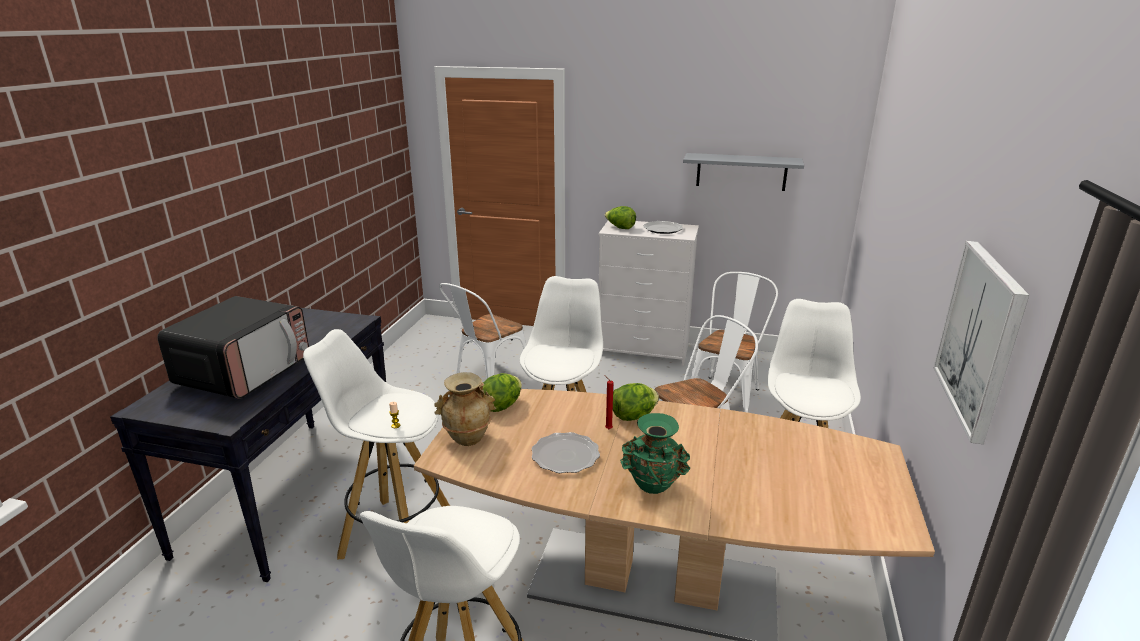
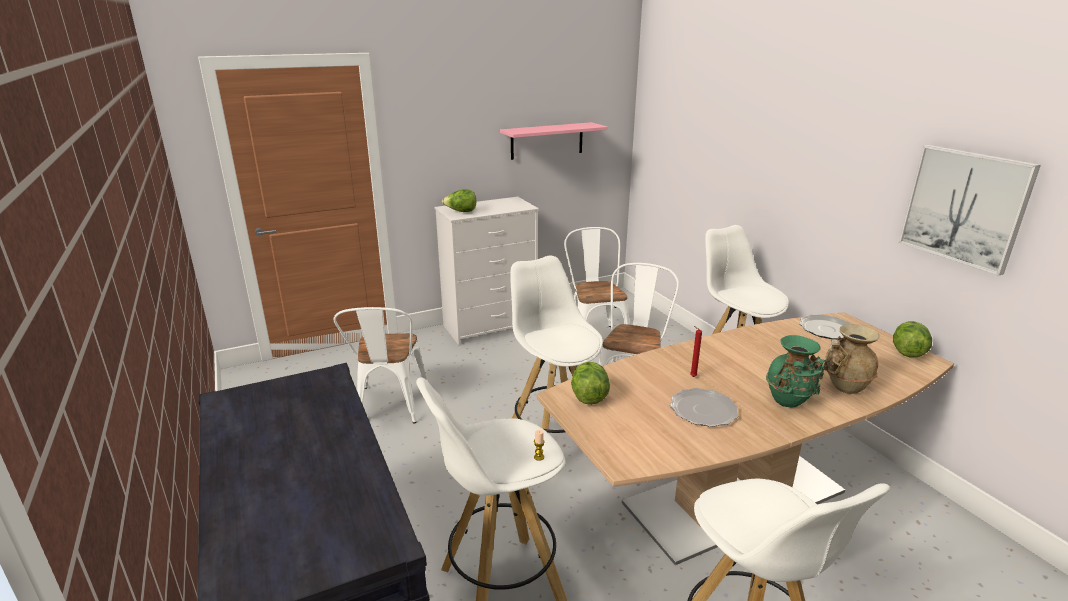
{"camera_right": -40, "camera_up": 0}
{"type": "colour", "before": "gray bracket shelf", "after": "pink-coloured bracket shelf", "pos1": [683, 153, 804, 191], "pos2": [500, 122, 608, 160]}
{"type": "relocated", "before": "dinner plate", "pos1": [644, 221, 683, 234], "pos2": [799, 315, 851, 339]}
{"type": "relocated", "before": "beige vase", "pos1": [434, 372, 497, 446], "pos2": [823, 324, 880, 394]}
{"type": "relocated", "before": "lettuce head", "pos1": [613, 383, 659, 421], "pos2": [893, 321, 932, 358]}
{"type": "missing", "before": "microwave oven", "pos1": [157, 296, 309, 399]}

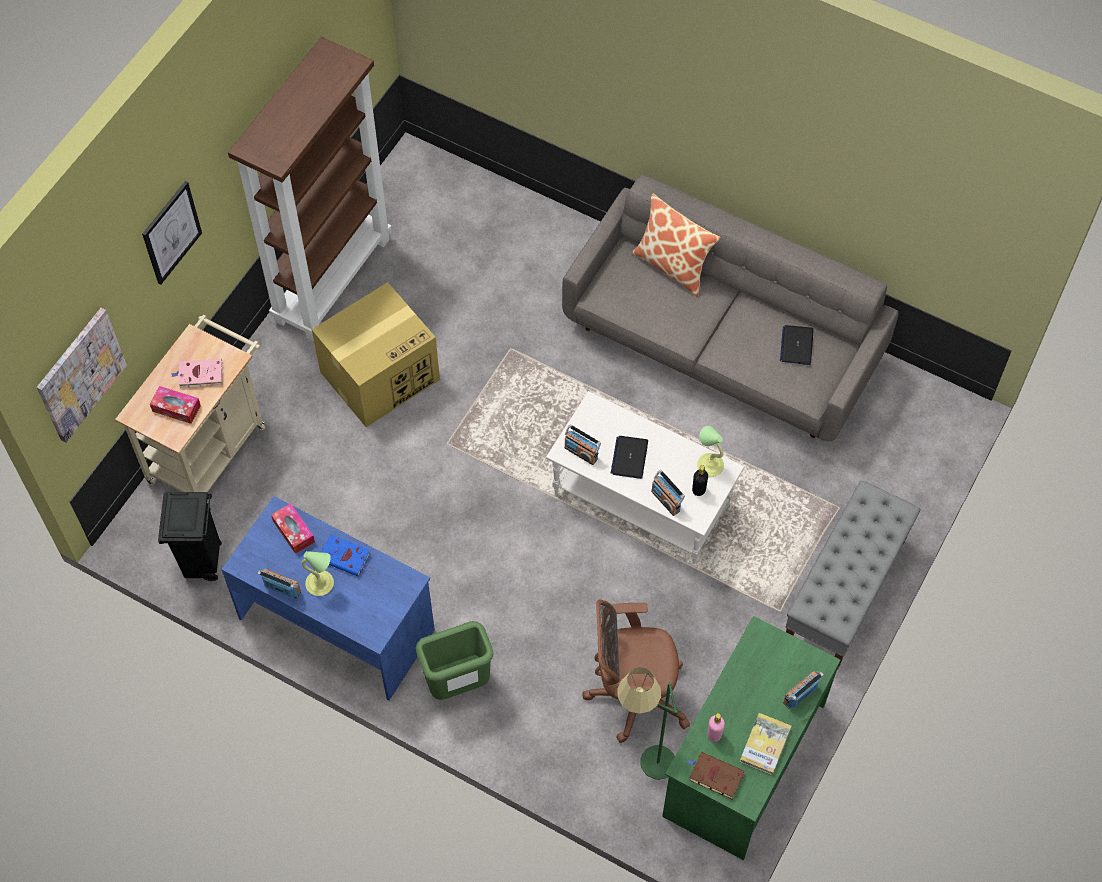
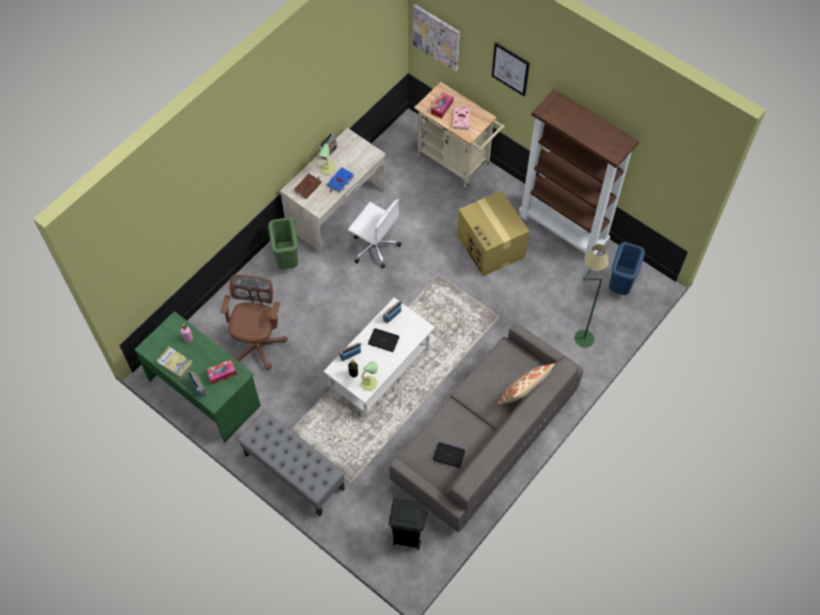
{"camera_right": 100, "camera_up": 0}
{"type": "relocated", "before": "box of tissues", "pos1": [271, 503, 315, 554], "pos2": [206, 359, 237, 385]}
{"type": "colour", "before": "blue-coloured desk table", "after": "beige desk table", "pos1": [221, 496, 435, 700], "pos2": [280, 128, 386, 253]}
{"type": "relocated", "before": "brown bound book", "pos1": [687, 752, 744, 799], "pos2": [294, 174, 322, 199]}
{"type": "appeared", "after": "white office chair", "pos2": [348, 199, 401, 268]}
{"type": "relocated", "before": "black rubbish bin", "pos1": [158, 492, 222, 581], "pos2": [388, 498, 428, 550]}
{"type": "relocated", "before": "greenish floor lamp", "pos1": [617, 667, 678, 780], "pos2": [574, 244, 609, 348]}
{"type": "appeared", "after": "blue-coloured rubbish bin", "pos2": [609, 242, 645, 295]}

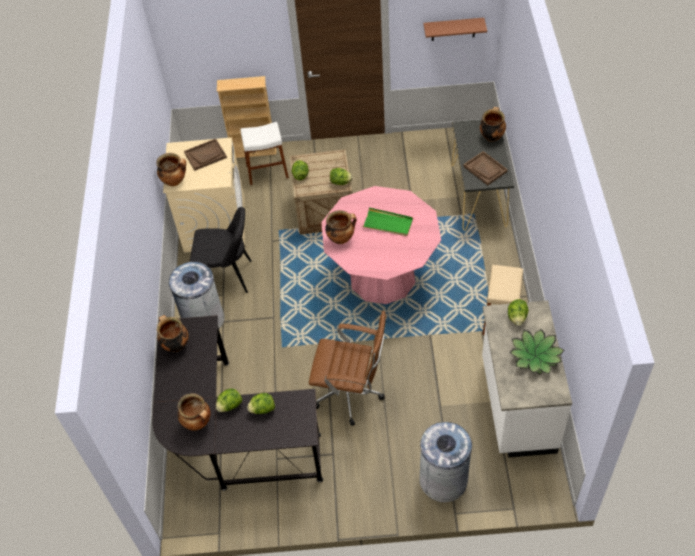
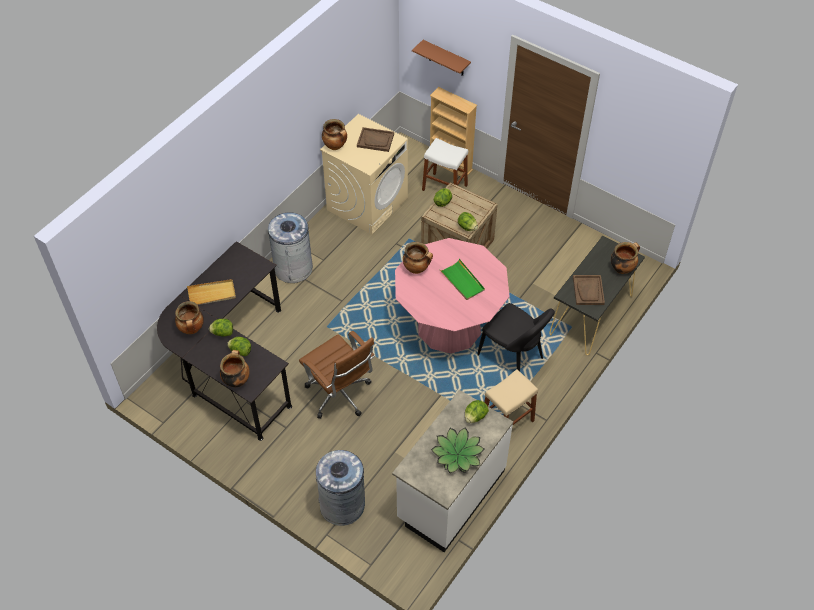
{"camera_right": 35, "camera_up": 0}
{"type": "appeared", "after": "beige serving tray", "pos2": [187, 279, 236, 305]}
{"type": "relocated", "before": "saucepot", "pos1": [157, 315, 189, 352], "pos2": [220, 350, 250, 387]}
{"type": "relocated", "before": "brown bracket shelf", "pos1": [423, 18, 487, 41], "pos2": [412, 40, 471, 76]}
{"type": "relocated", "before": "black chair", "pos1": [190, 207, 252, 293], "pos2": [477, 303, 555, 371]}

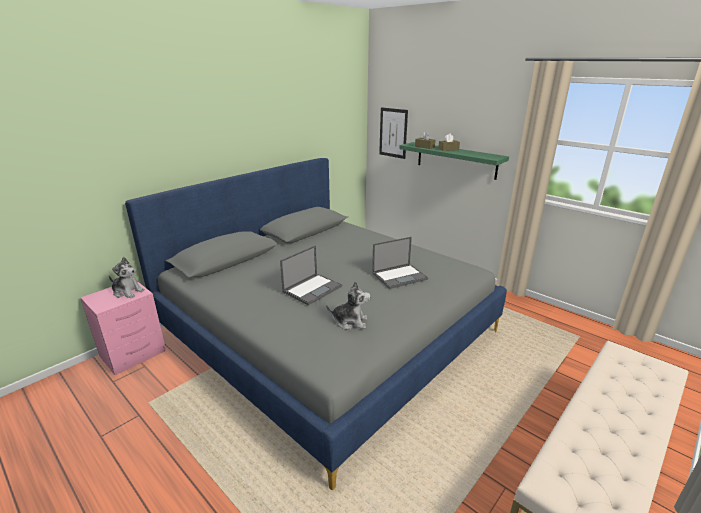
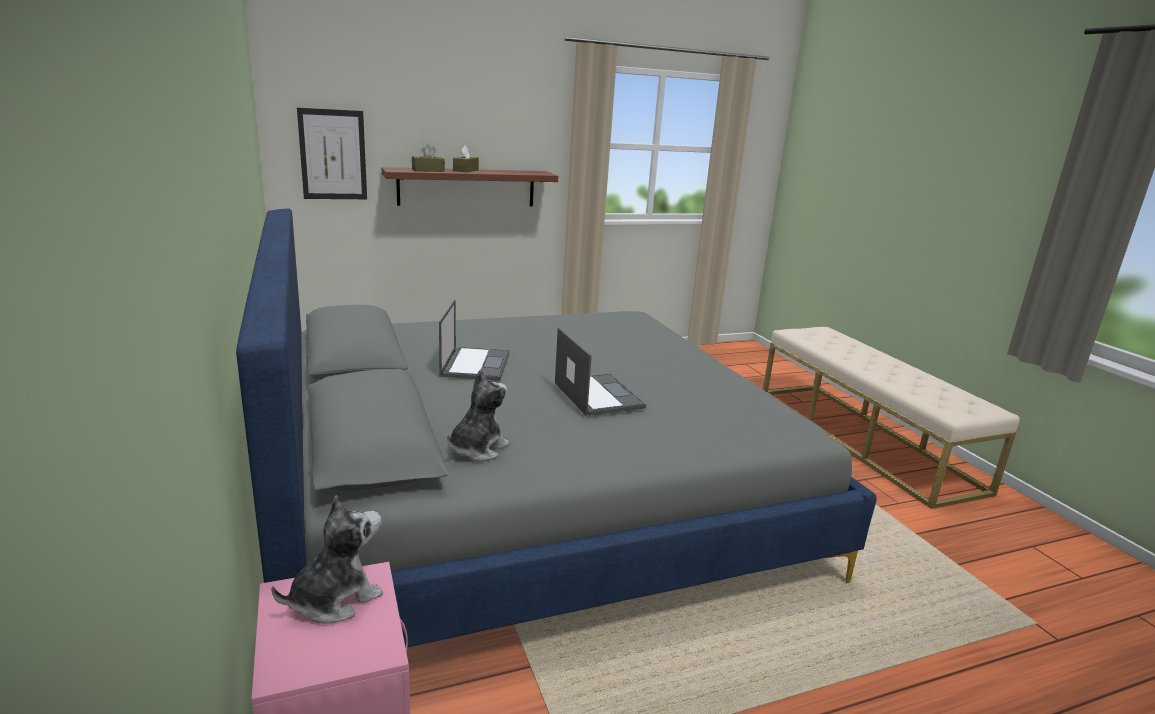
{"camera_right": -65, "camera_up": -5}
{"type": "colour", "before": "greenish bracket shelf", "after": "brown bracket shelf", "pos1": [399, 142, 509, 180], "pos2": [381, 167, 558, 207]}
{"type": "relocated", "before": "notebook computer", "pos1": [372, 237, 428, 289], "pos2": [439, 300, 509, 381]}
{"type": "relocated", "before": "plush toy", "pos1": [326, 281, 371, 330], "pos2": [447, 370, 510, 462]}

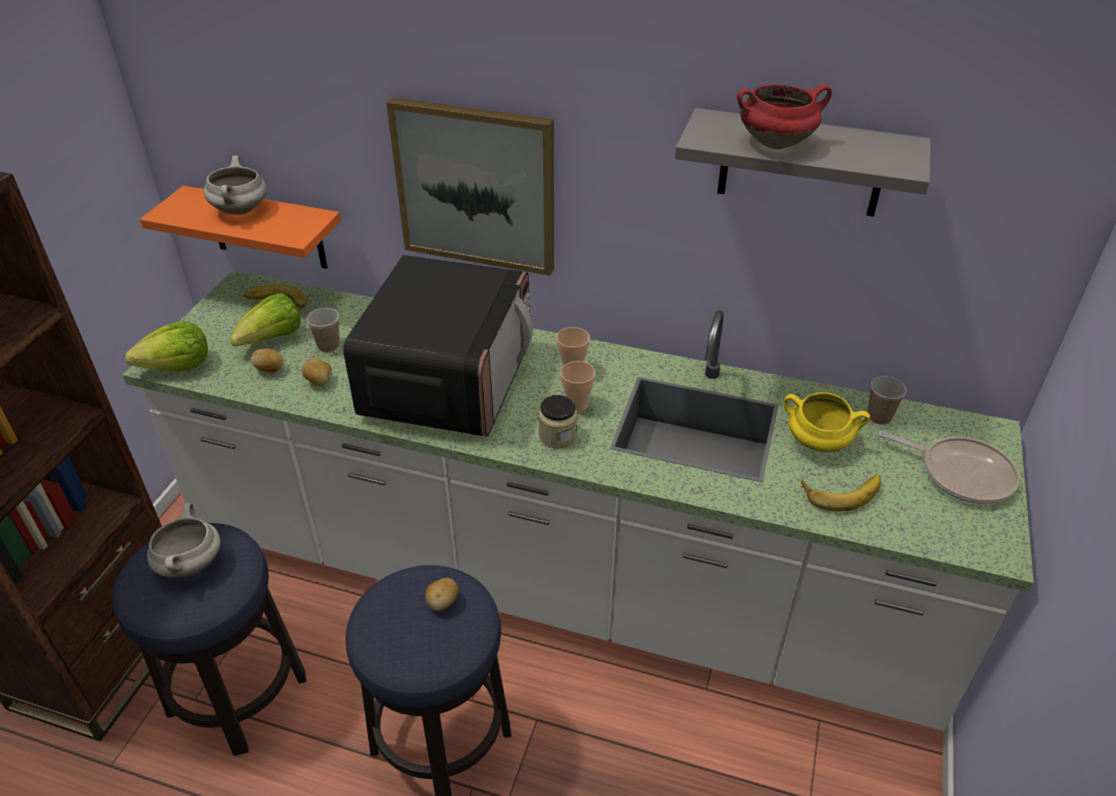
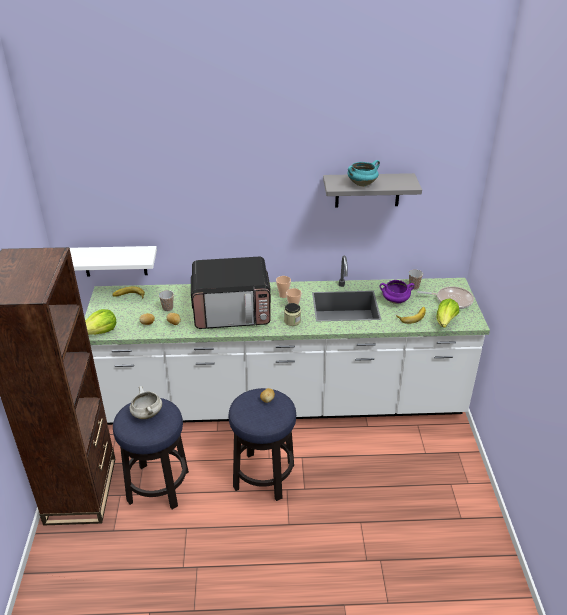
{"camera_right": -20, "camera_up": -5}
{"type": "colour", "before": "orangey bracket shelf", "after": "white bracket shelf", "pos1": [140, 185, 341, 269], "pos2": [70, 246, 157, 277]}
{"type": "spun", "before": "microwave oven", "pos1": [343, 255, 533, 437], "pos2": [191, 257, 271, 329], "turn": 90}
{"type": "colour", "before": "red-coloured saucepot", "after": "turquoise saucepot", "pos1": [737, 84, 832, 149], "pos2": [347, 160, 380, 187]}
{"type": "colour", "before": "yellow saucepot", "after": "purplish saucepot", "pos1": [784, 392, 870, 452], "pos2": [380, 280, 415, 304]}
{"type": "relocated", "before": "lettuce head", "pos1": [230, 293, 301, 347], "pos2": [437, 299, 459, 328]}
{"type": "missing", "before": "white saucepot", "pos1": [204, 156, 267, 215]}
{"type": "missing", "before": "picture", "pos1": [386, 97, 554, 276]}

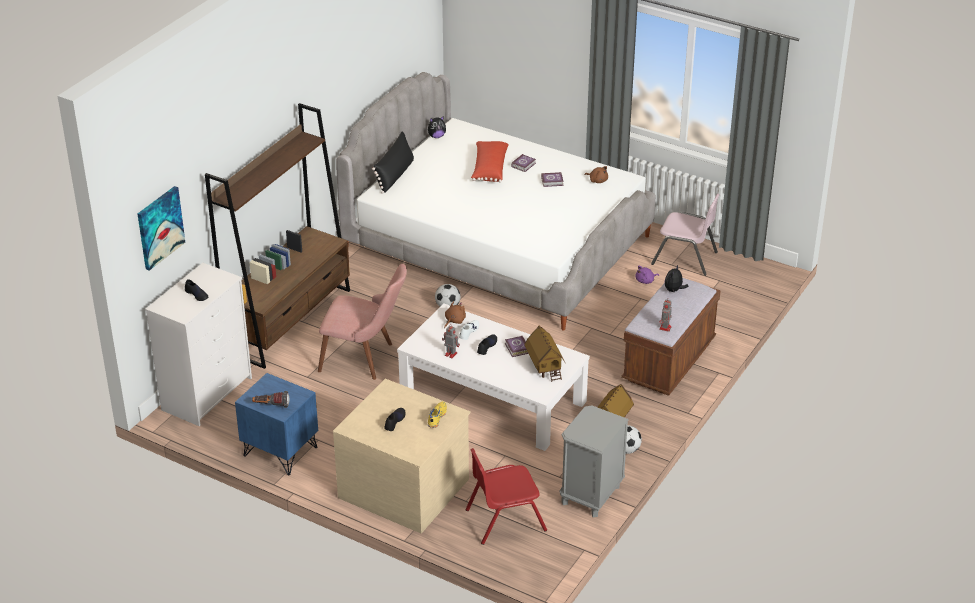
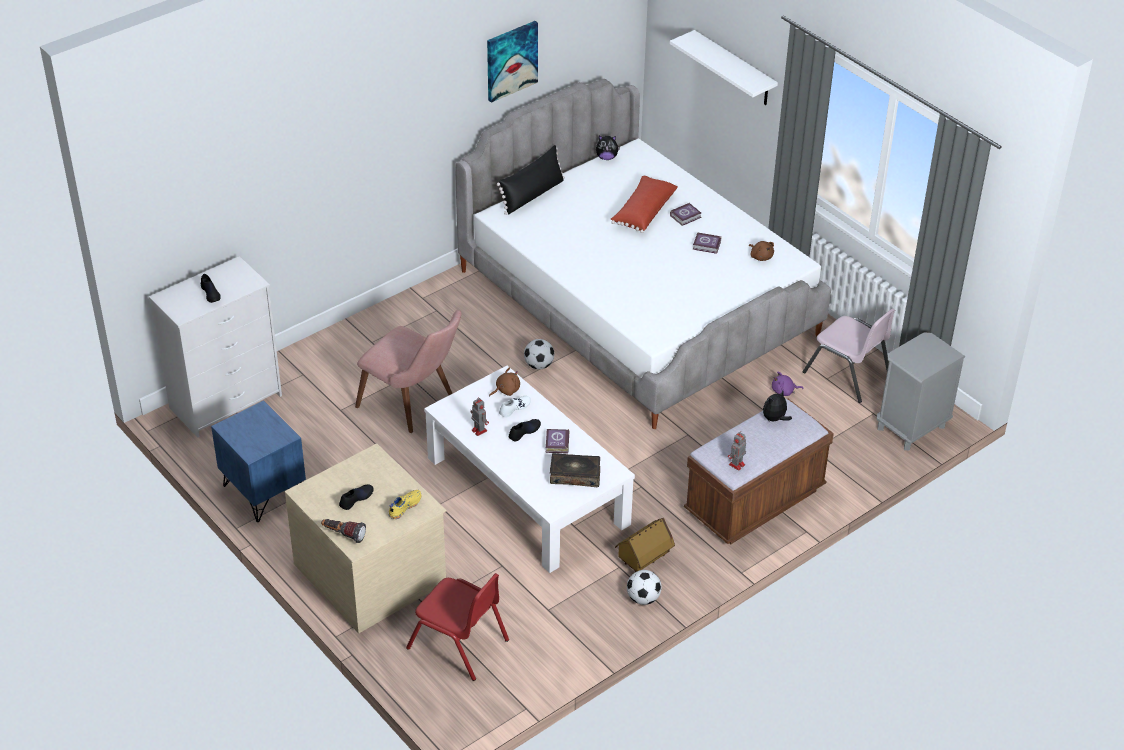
{"camera_right": 20, "camera_up": 5}
{"type": "relocated", "before": "flashlight", "pos1": [252, 391, 290, 408], "pos2": [321, 519, 366, 543]}
{"type": "spun", "before": "red-coloured chair", "pos1": [466, 448, 547, 545], "pos2": [406, 573, 509, 681], "turn": -150}
{"type": "relocated", "before": "picture", "pos1": [138, 186, 185, 271], "pos2": [487, 21, 538, 103]}
{"type": "exchanged", "before": "model house", "after": "bound book", "pos1": [524, 326, 566, 382], "pos2": [550, 453, 601, 487]}
{"type": "appeared", "after": "white bracket shelf", "pos2": [670, 30, 778, 105]}
{"type": "relocated", "before": "gray nightstand", "pos1": [559, 406, 629, 517], "pos2": [877, 332, 965, 451]}
{"type": "missing", "before": "brown shelving unit", "pos1": [205, 103, 350, 369]}

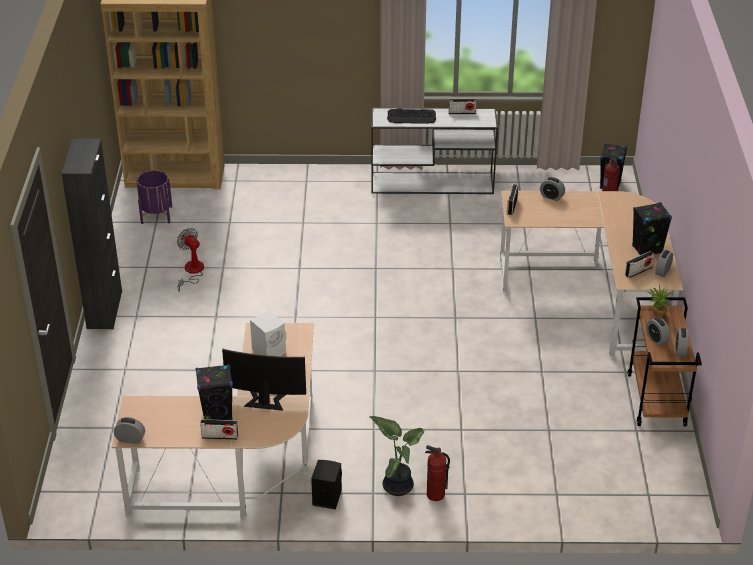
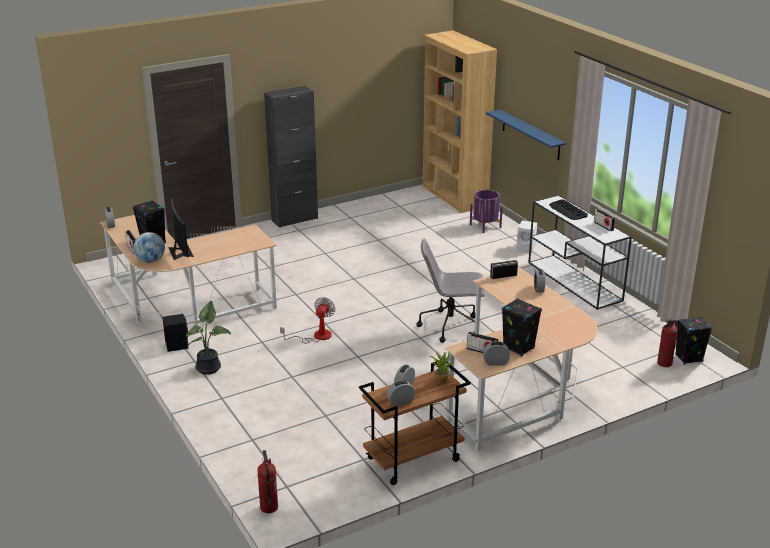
{"camera_right": 60, "camera_up": -10}
{"type": "appeared", "after": "world globe", "pos2": [134, 232, 165, 263]}
{"type": "relocated", "before": "fire-fighting cylinder", "pos1": [425, 445, 450, 501], "pos2": [257, 450, 278, 513]}
{"type": "relocated", "before": "electric fan", "pos1": [177, 228, 204, 292], "pos2": [280, 297, 335, 343]}
{"type": "appeared", "after": "gray office chair", "pos2": [417, 239, 485, 343]}
{"type": "relocated", "before": "purplish planter", "pos1": [136, 170, 172, 224], "pos2": [470, 190, 503, 233]}
{"type": "appeared", "after": "blue-coloured bracket shelf", "pos2": [486, 110, 566, 160]}
{"type": "relocated", "before": "white loudspeaker", "pos1": [250, 311, 286, 356], "pos2": [516, 220, 537, 253]}

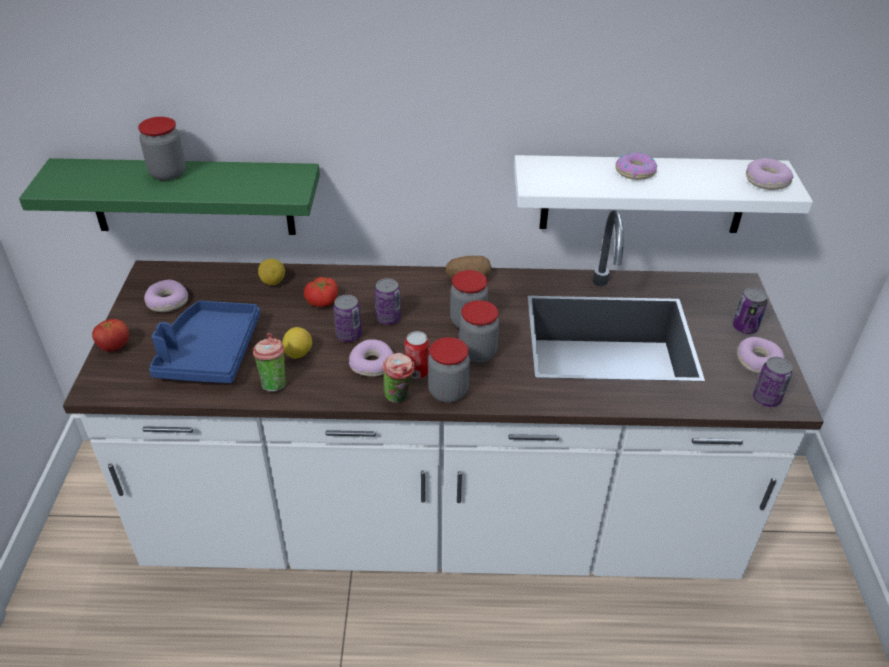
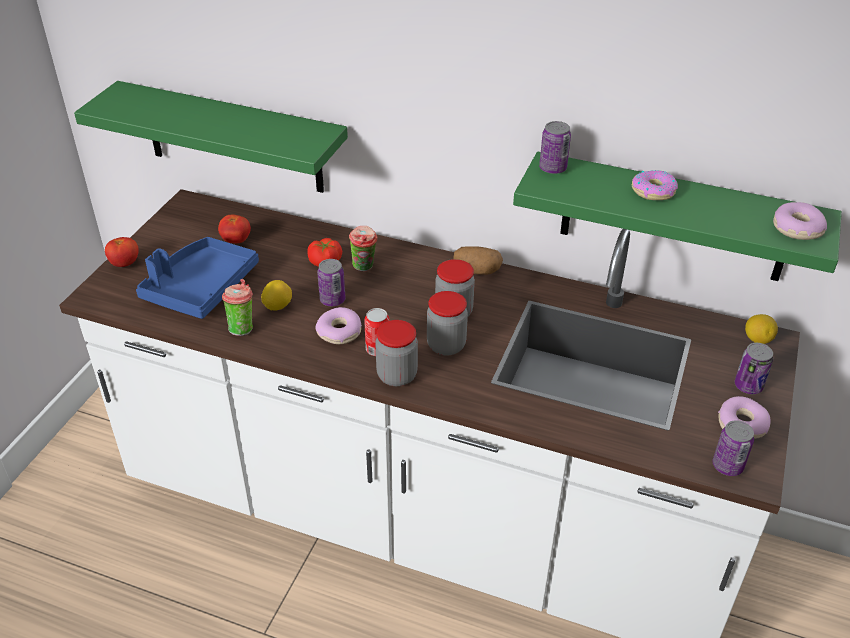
{"camera_right": 20, "camera_up": 0}
{"type": "appeared", "after": "fresh tomato", "pos2": [218, 214, 251, 243]}
{"type": "relocated", "before": "cup", "pos1": [382, 353, 415, 403], "pos2": [349, 226, 378, 271]}
{"type": "colour", "before": "white bracket shelf", "after": "greenish bracket shelf", "pos1": [514, 155, 813, 233], "pos2": [513, 151, 842, 281]}
{"type": "relocated", "before": "sealed can", "pos1": [374, 278, 401, 325], "pos2": [539, 121, 571, 174]}
{"type": "relocated", "before": "whole lemon", "pos1": [258, 259, 285, 285], "pos2": [745, 314, 778, 344]}
{"type": "missing", "before": "storage jar", "pos1": [138, 117, 186, 181]}
{"type": "missing", "before": "donut", "pos1": [144, 280, 188, 312]}

